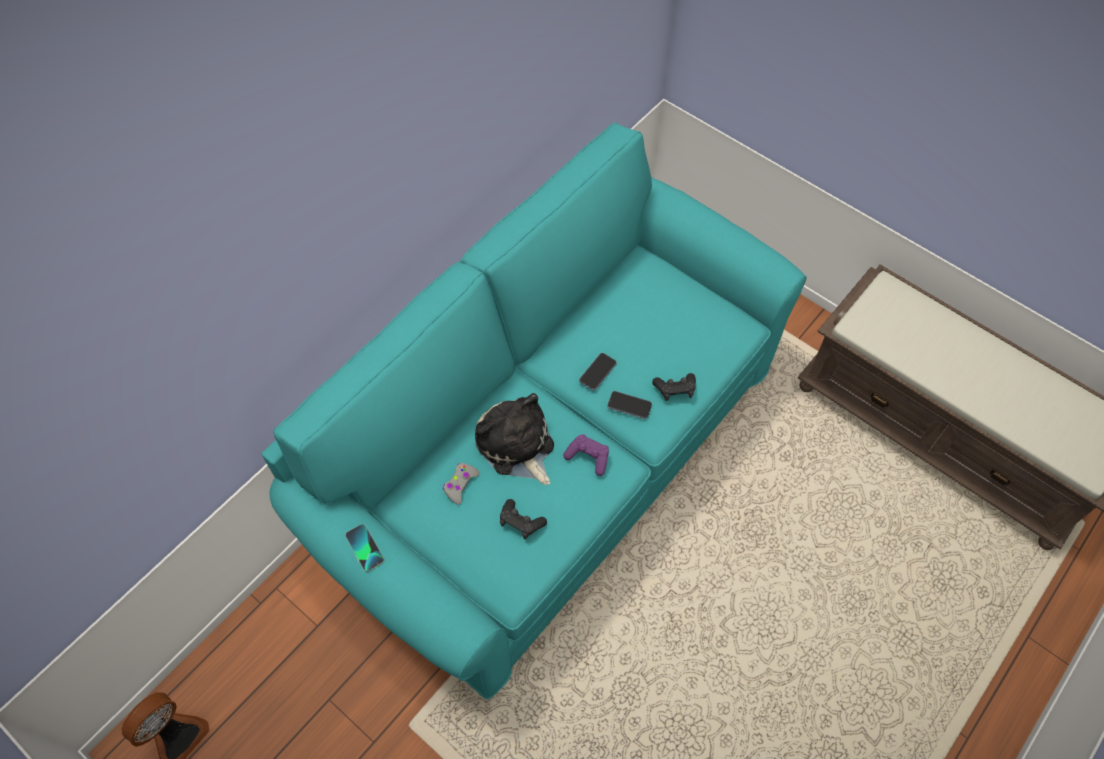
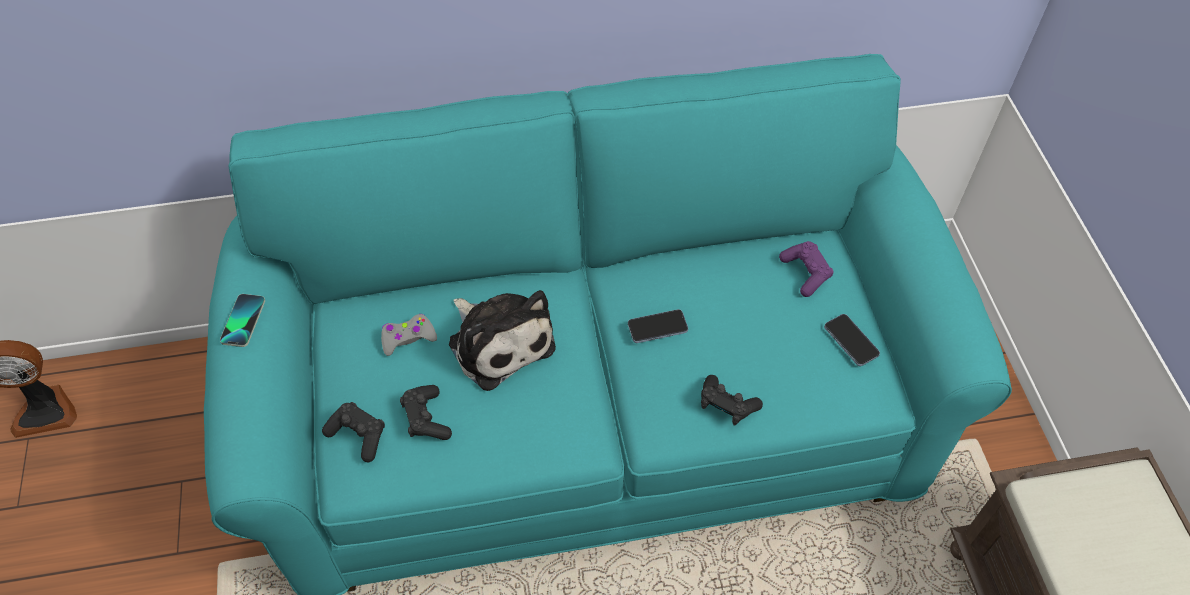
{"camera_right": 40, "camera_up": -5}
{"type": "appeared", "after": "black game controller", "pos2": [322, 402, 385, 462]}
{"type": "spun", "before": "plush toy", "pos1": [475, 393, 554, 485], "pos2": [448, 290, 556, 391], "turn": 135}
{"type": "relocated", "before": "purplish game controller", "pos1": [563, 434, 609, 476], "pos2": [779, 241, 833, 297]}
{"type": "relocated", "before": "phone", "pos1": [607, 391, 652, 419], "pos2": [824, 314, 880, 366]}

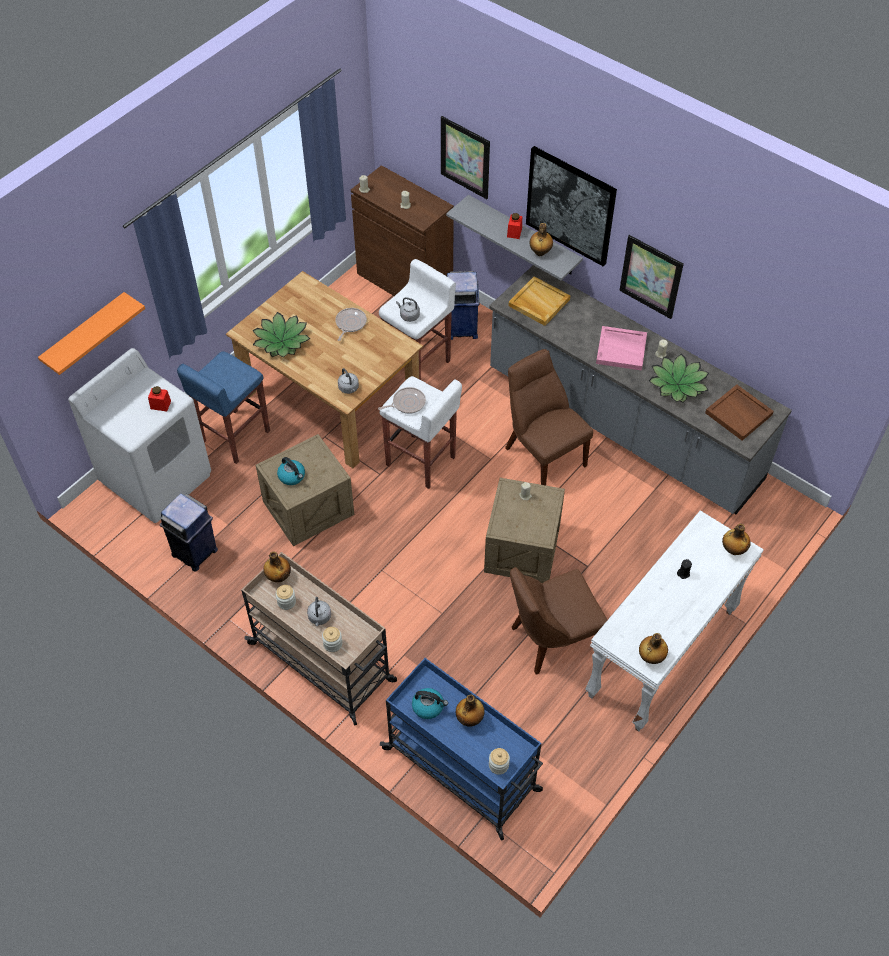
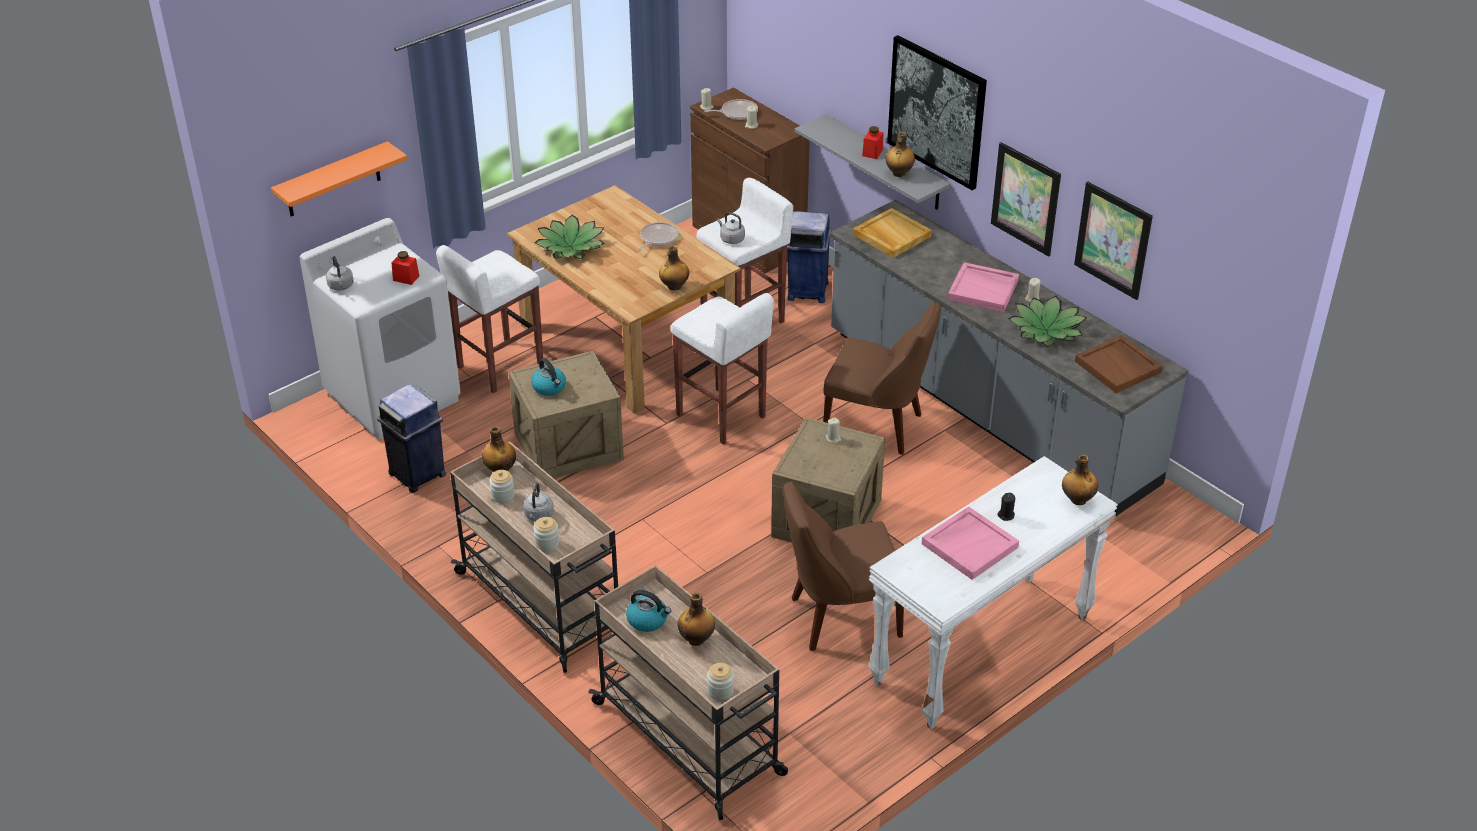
{"camera_right": 10, "camera_up": -15}
{"type": "relocated", "before": "gray water kettle", "pos1": [338, 368, 359, 394], "pos2": [326, 256, 354, 291]}
{"type": "colour", "before": "blue-coloured sitting stool", "after": "white sitting stool", "pos1": [177, 351, 270, 464], "pos2": [436, 245, 543, 393]}
{"type": "colour", "before": "blue-coloured trolley", "after": "beige trolley", "pos1": [380, 658, 543, 841], "pos2": [588, 565, 788, 820]}
{"type": "relocated", "before": "bottle", "pos1": [639, 633, 668, 664], "pos2": [659, 246, 689, 290]}
{"type": "relocated", "before": "pan", "pos1": [378, 387, 426, 414], "pos2": [704, 99, 758, 120]}
{"type": "spun", "before": "brown chair", "pos1": [505, 349, 593, 485], "pos2": [823, 302, 941, 455], "turn": 135}
{"type": "appeared", "after": "pink-coloured serving tray", "pos2": [922, 506, 1019, 580]}
{"type": "relocated", "before": "picture", "pos1": [441, 116, 490, 199], "pos2": [1074, 181, 1153, 300]}

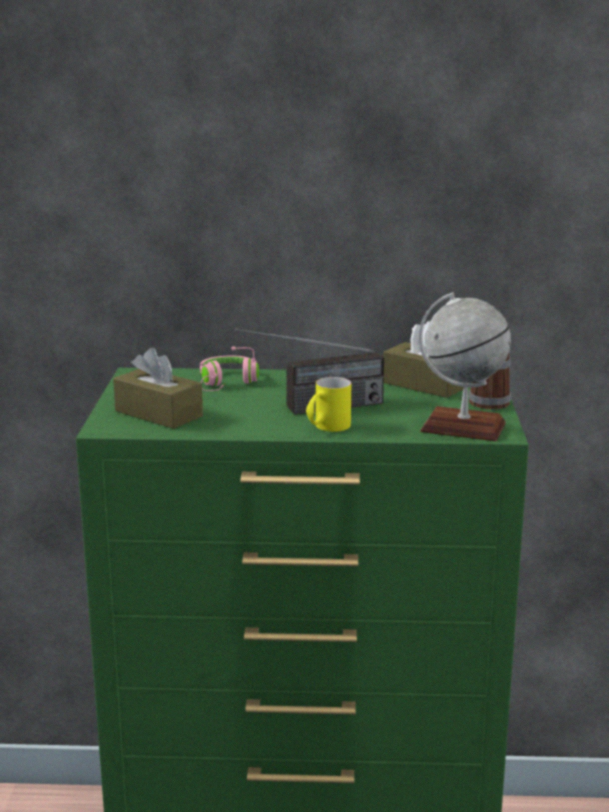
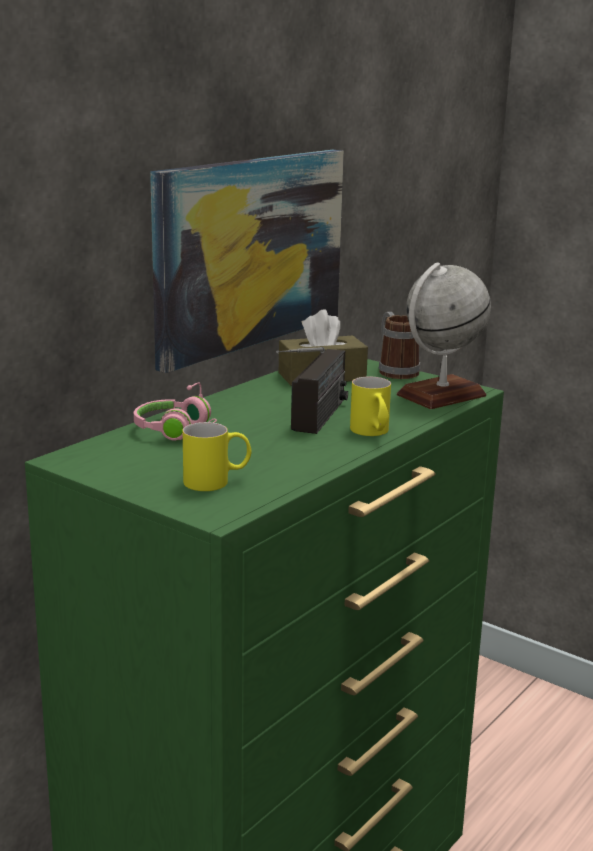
{"camera_right": -55, "camera_up": 0}
{"type": "appeared", "after": "picture", "pos2": [150, 150, 344, 373]}
{"type": "exchanged", "before": "brown box of tissues", "after": "yellow coffee mug", "pos1": [113, 348, 203, 429], "pos2": [183, 422, 252, 491]}

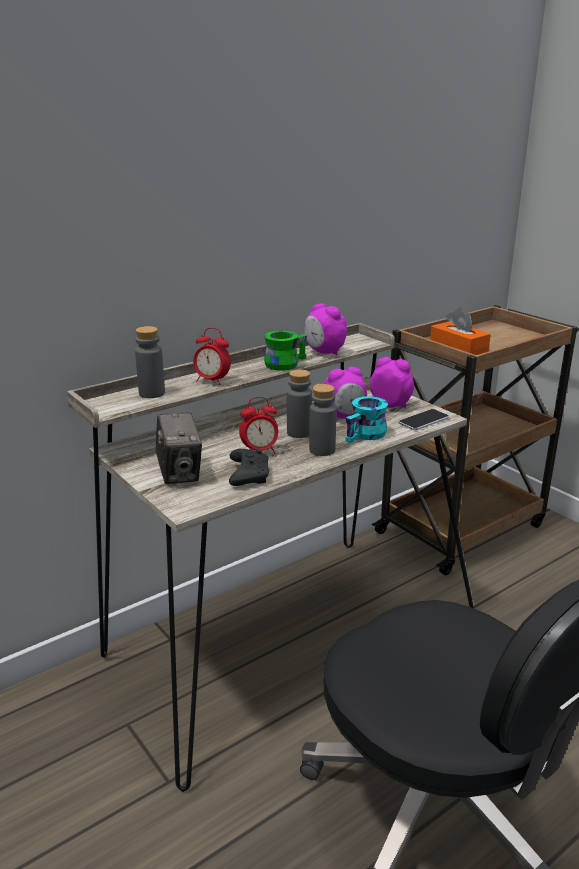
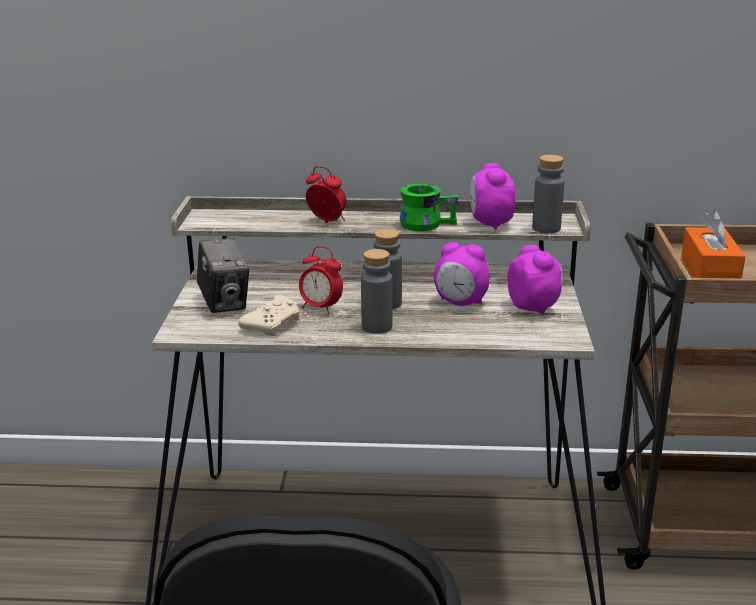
{"camera_right": 40, "camera_up": 0}
{"type": "spun", "before": "photo camera", "pos1": [156, 412, 202, 484], "pos2": [197, 238, 249, 313], "turn": -45}
{"type": "colour", "before": "black game controller", "after": "beige game controller", "pos1": [229, 449, 269, 486], "pos2": [238, 295, 300, 336]}
{"type": "spun", "before": "table clock", "pos1": [193, 328, 231, 385], "pos2": [306, 166, 347, 223], "turn": 150}
{"type": "relocated", "before": "gray bottle", "pos1": [135, 326, 165, 398], "pos2": [532, 155, 565, 233]}
{"type": "missing", "before": "turquoise coffee mug", "pos1": [345, 396, 388, 443]}
{"type": "missing", "before": "phone", "pos1": [399, 409, 449, 430]}

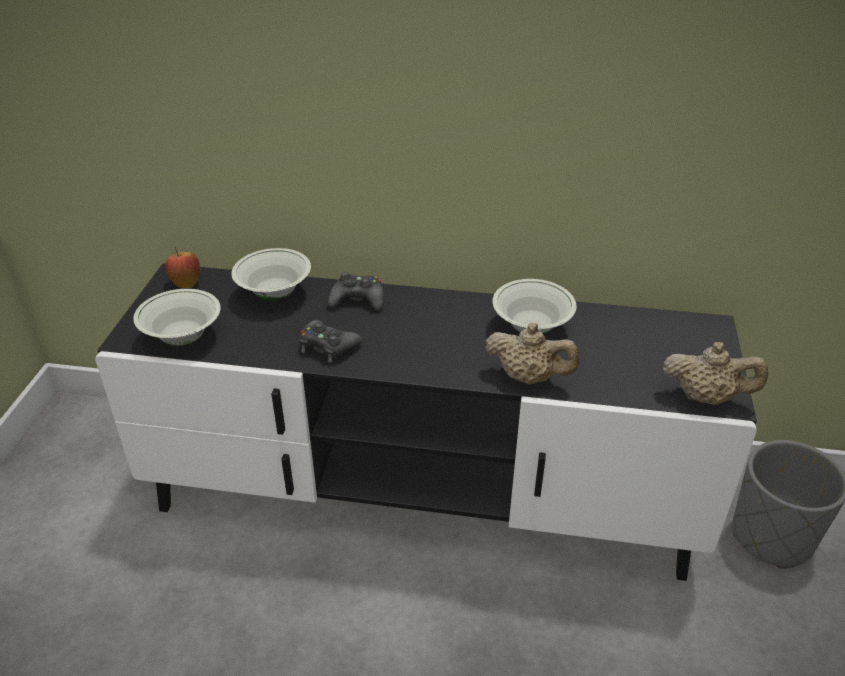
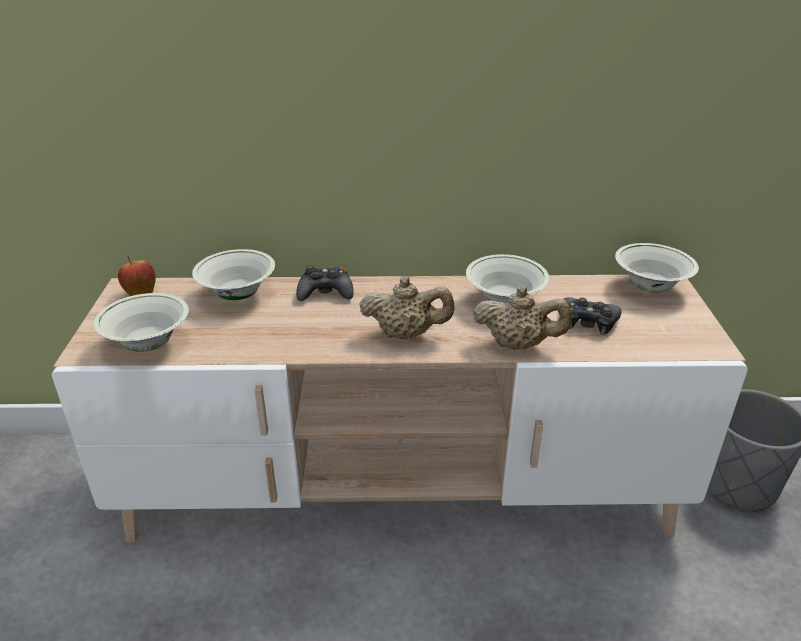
{"camera_right": -10, "camera_up": -5}
{"type": "colour", "before": "black tv stand", "after": "beige tv stand", "pos1": [95, 263, 757, 581], "pos2": [52, 275, 748, 543]}
{"type": "relocated", "before": "beige pot for tea", "pos1": [663, 342, 768, 405], "pos2": [359, 276, 455, 339]}
{"type": "relocated", "before": "black game controller", "pos1": [299, 320, 363, 363], "pos2": [564, 297, 621, 335]}
{"type": "appeared", "after": "white bowl", "pos2": [615, 243, 699, 293]}

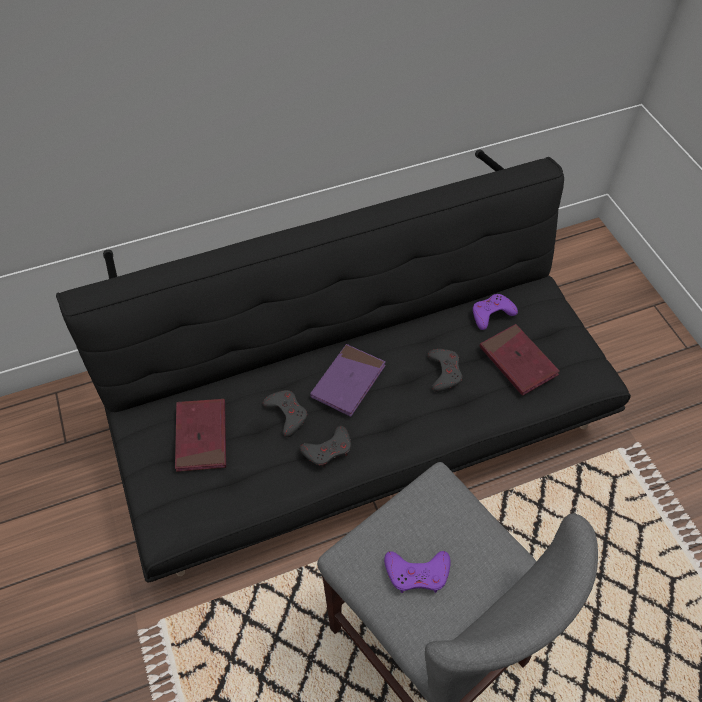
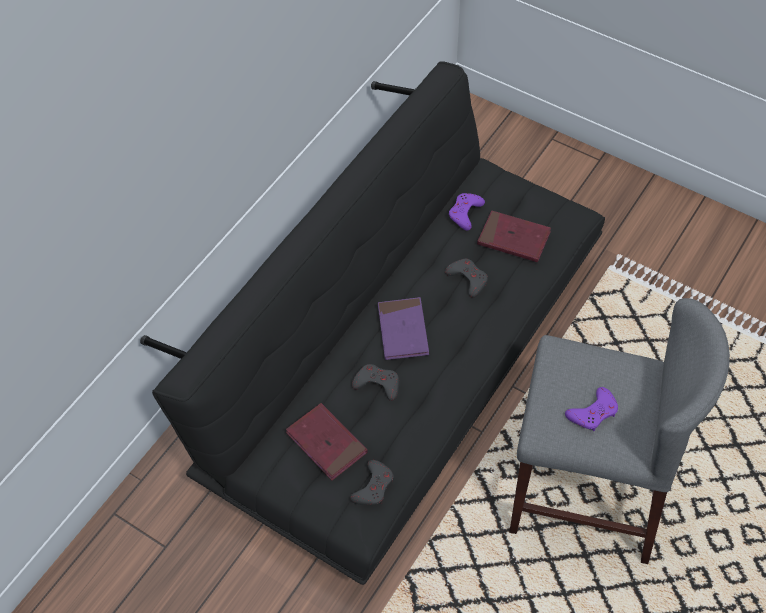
{"camera_right": -35, "camera_up": 0}
{"type": "relocated", "before": "gray game controller", "pos1": [300, 426, 351, 468], "pos2": [350, 460, 393, 505]}

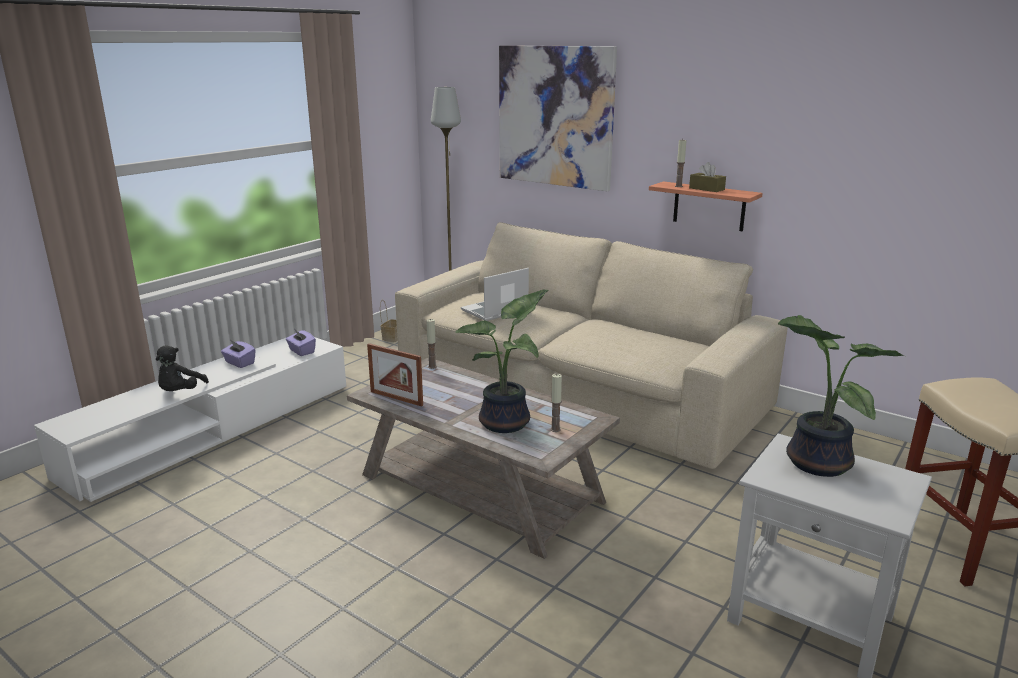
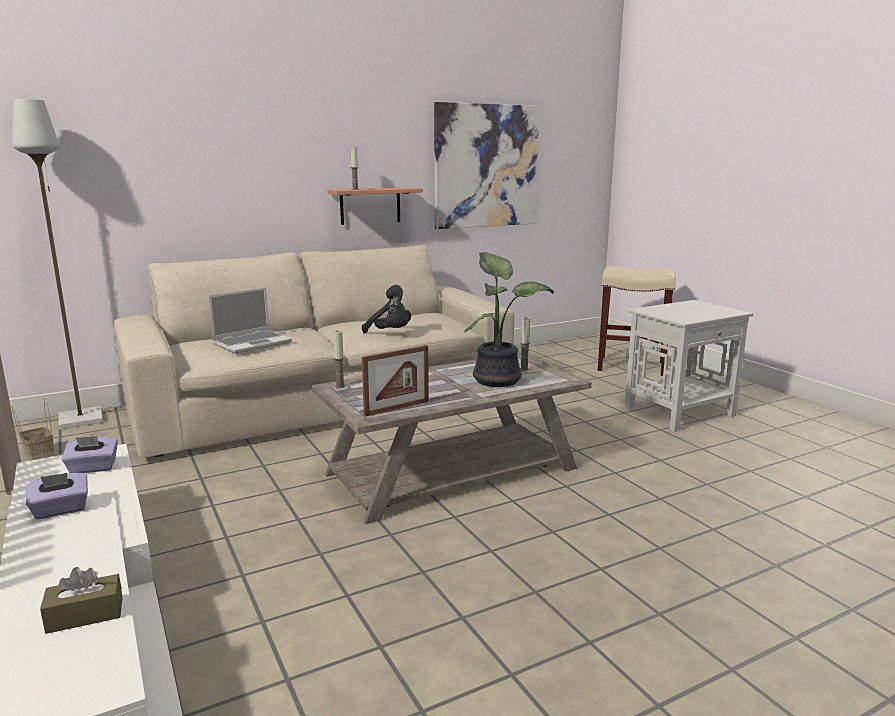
{"camera_right": -65, "camera_up": -5}
{"type": "relocated", "before": "brown box of tissues", "pos1": [689, 162, 726, 192], "pos2": [40, 567, 123, 634]}
{"type": "spun", "before": "notebook computer", "pos1": [461, 268, 529, 321], "pos2": [209, 288, 292, 354], "turn": -120}
{"type": "relocated", "before": "black plush toy", "pos1": [156, 345, 209, 391], "pos2": [362, 285, 411, 333]}
{"type": "relocated", "before": "picture", "pos1": [499, 45, 617, 191], "pos2": [434, 102, 540, 229]}
{"type": "missing", "before": "plant in a pot", "pos1": [778, 315, 904, 477]}

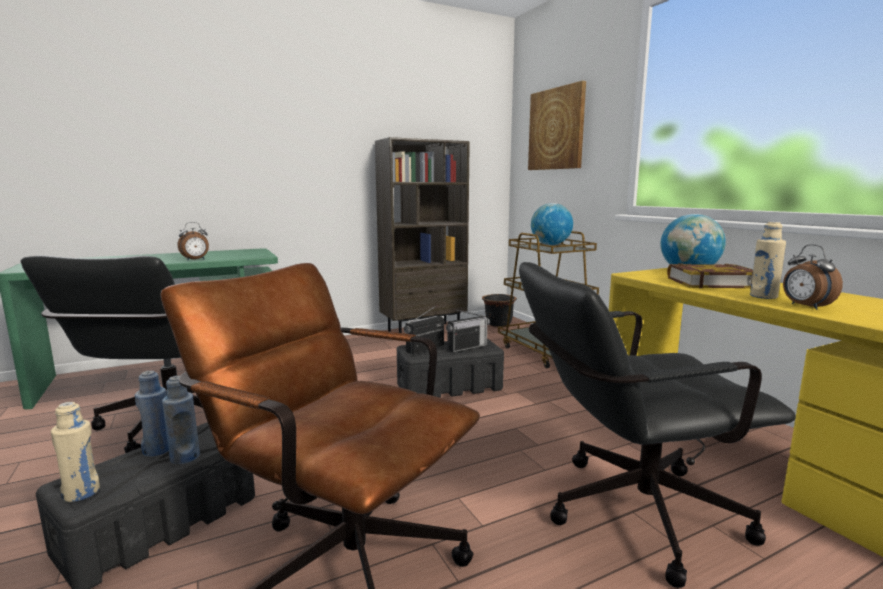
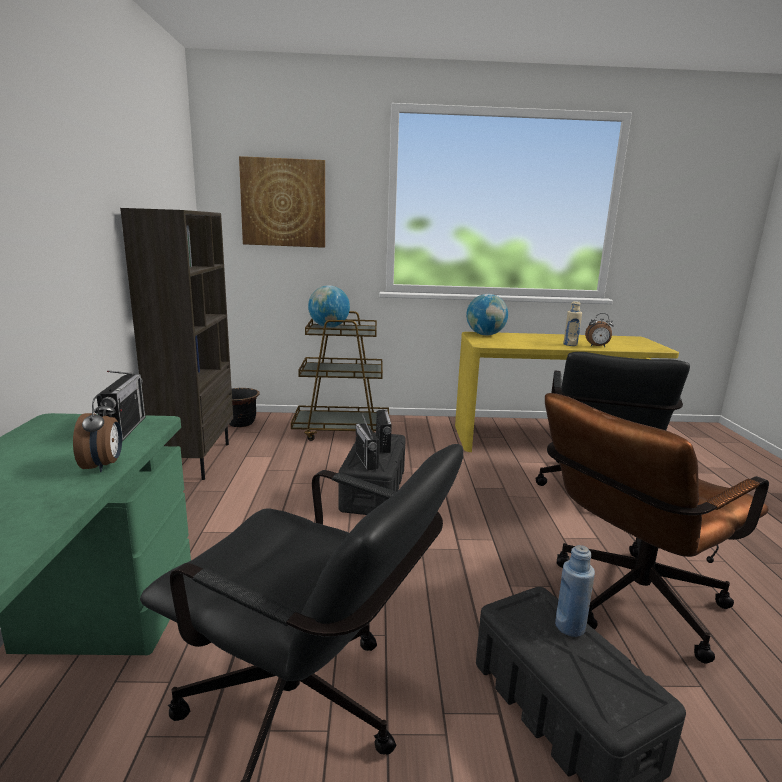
{"camera_right": -65, "camera_up": 5}
{"type": "appeared", "after": "radio", "pos2": [97, 371, 145, 441]}
{"type": "missing", "before": "beige bottle", "pos1": [51, 402, 100, 502]}
{"type": "missing", "before": "blue-coloured bottle", "pos1": [135, 371, 169, 456]}
{"type": "missing", "before": "bound book", "pos1": [667, 263, 753, 289]}

